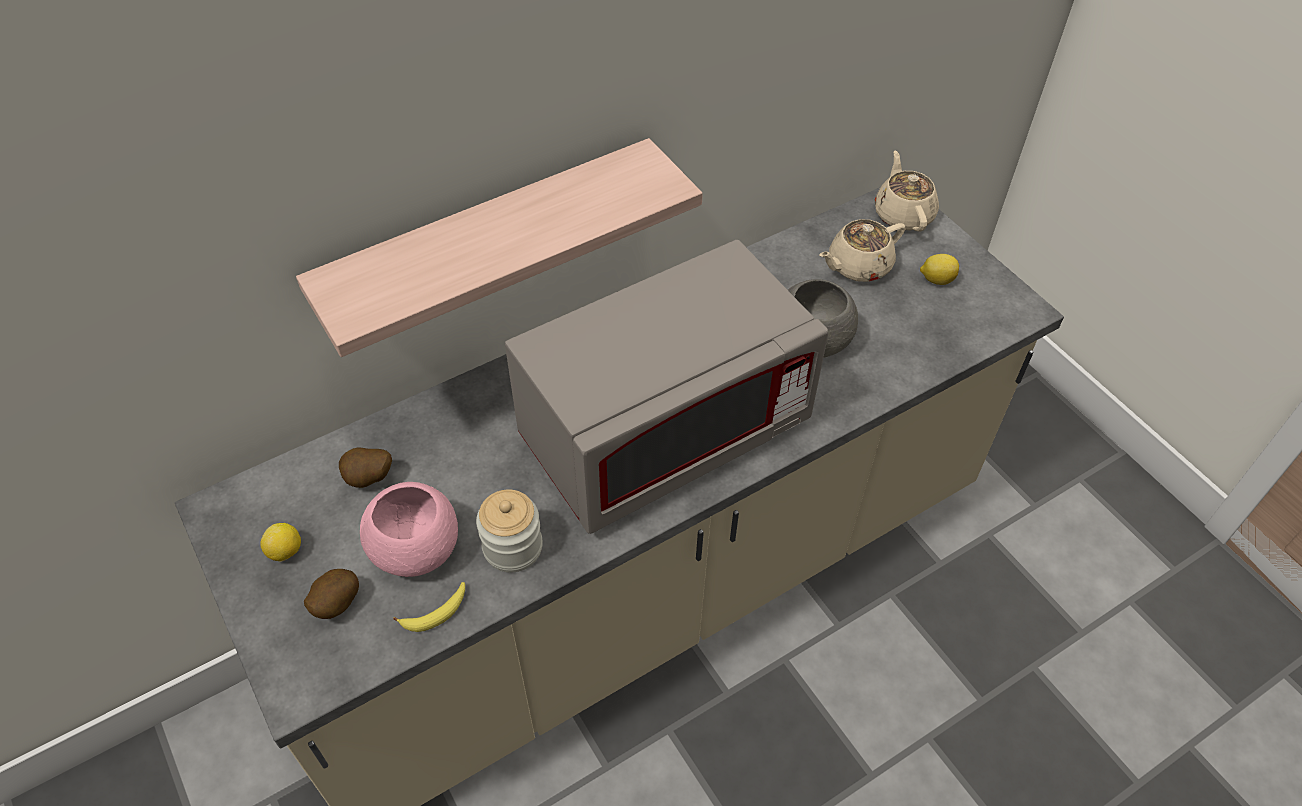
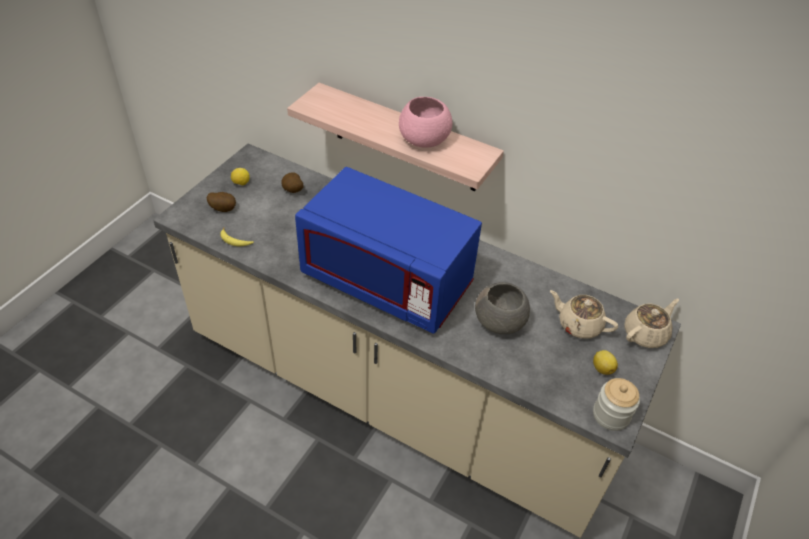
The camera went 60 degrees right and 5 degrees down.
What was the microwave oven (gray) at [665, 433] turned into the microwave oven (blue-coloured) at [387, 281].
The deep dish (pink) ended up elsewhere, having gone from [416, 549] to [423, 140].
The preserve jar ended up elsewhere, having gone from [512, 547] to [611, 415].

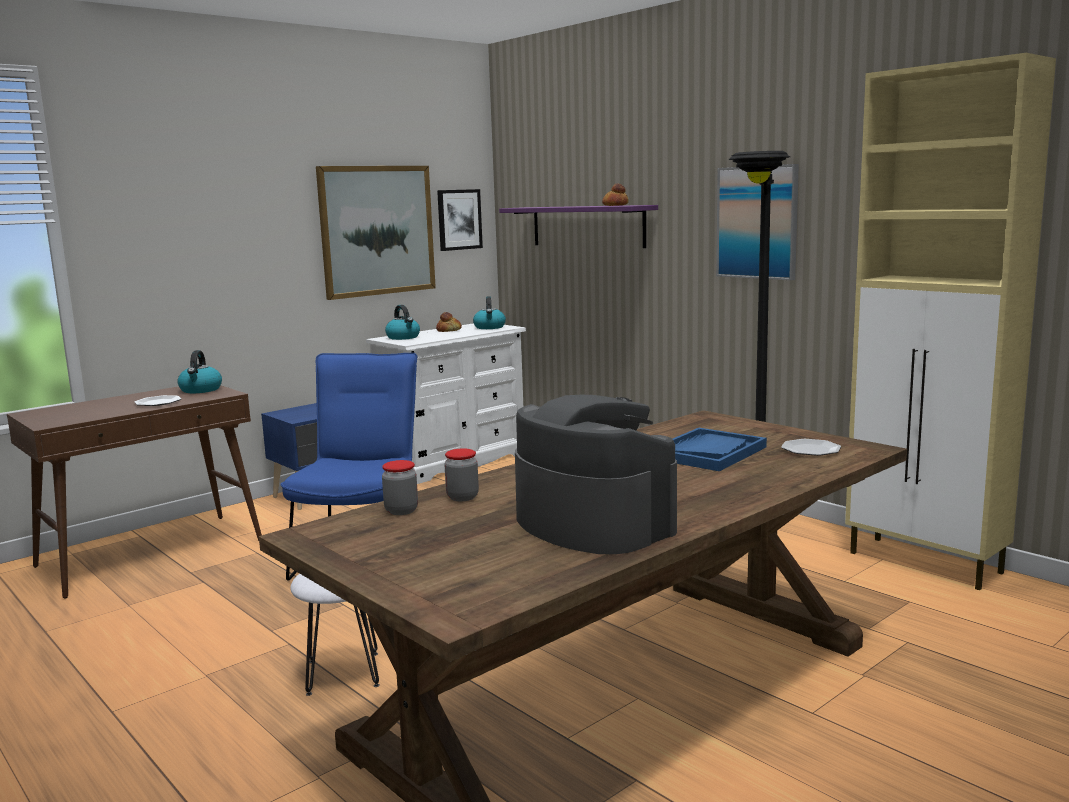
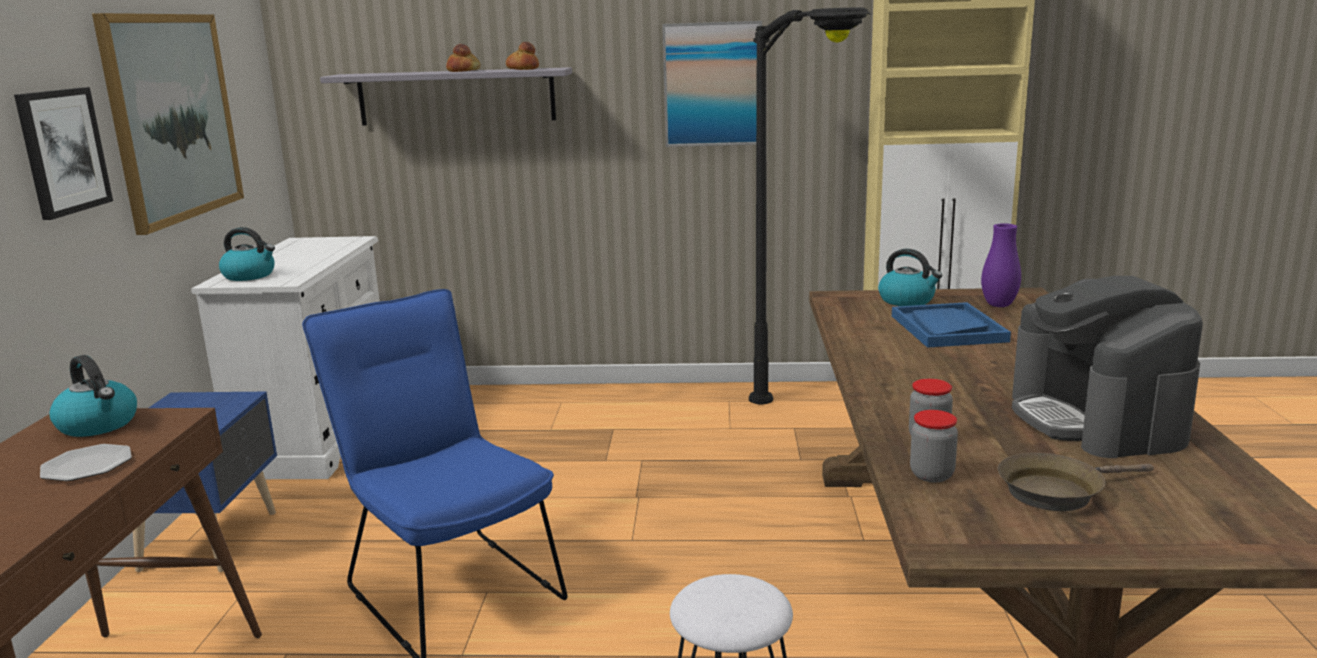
The camera went 45 degrees left and 5 degrees up.
The wall picture ended up elsewhere, having gone from [459, 219] to [62, 151].
What was the shelf (purple-coloured) at [587, 226] turned into the shelf (gray) at [456, 97].
The tea kettle ended up elsewhere, having gone from [489, 327] to [907, 300].
The bakery bread ended up elsewhere, having gone from [449, 330] to [463, 71].
The coffee brewer at [592, 523] ended up facing another way, 105 degrees counterclockwise from before.
Where the flat dish stood at [810, 450], the vase (purple-coloured) came to stand at [999, 305].
The second view gained the pan (brown-coloured) at [1056, 491].

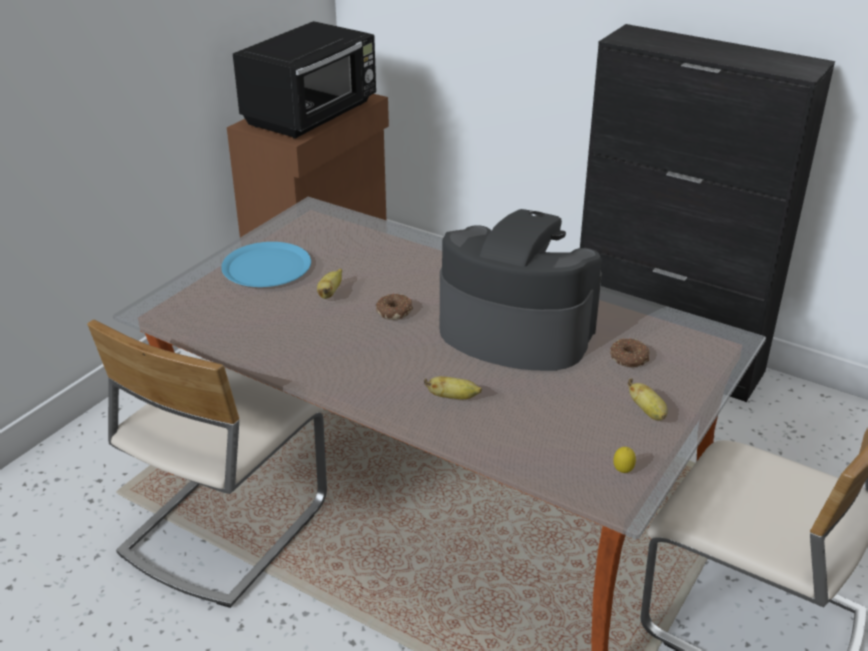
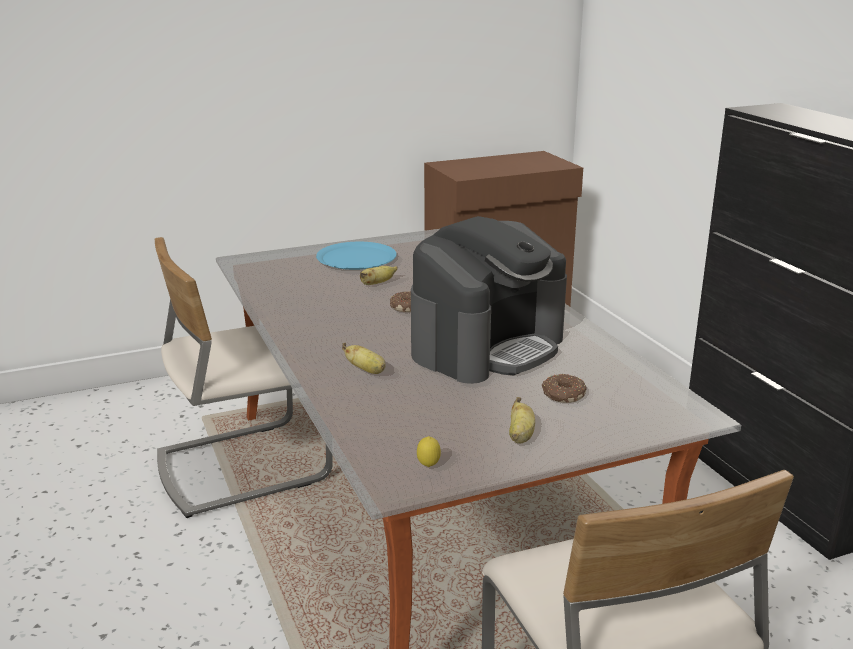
The camera went 35 degrees right and 10 degrees down.
The second view lost the microwave oven (black) at [312, 115].
The coffee brewer at [515, 331] ended up facing another way, 75 degrees clockwise from before.

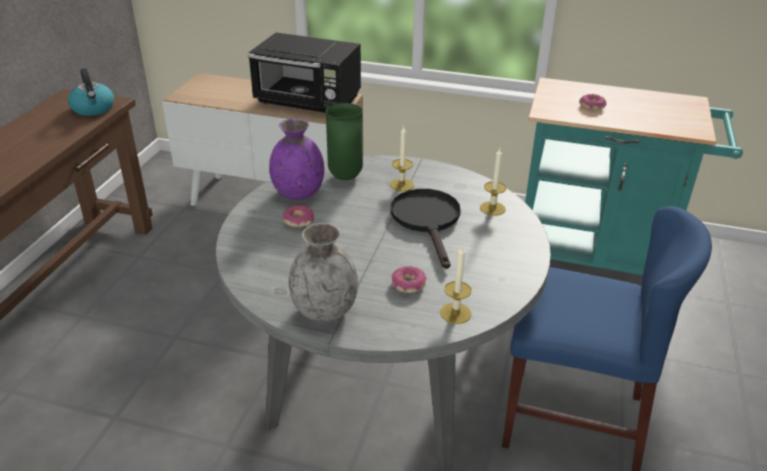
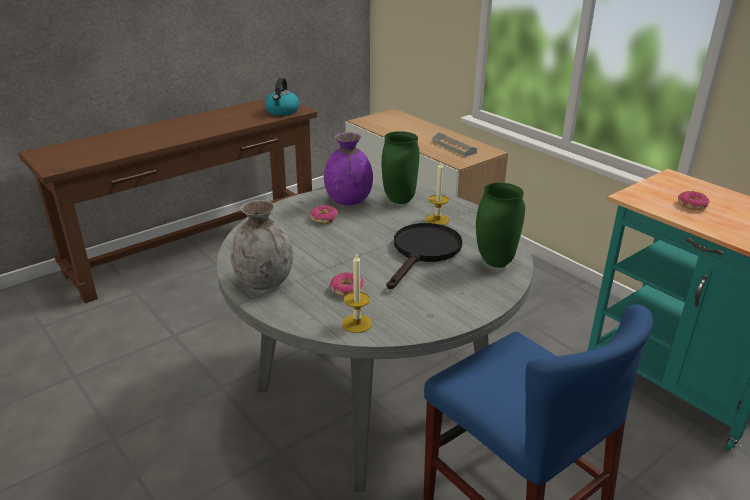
The camera went 35 degrees right and 5 degrees down.
Where the microwave oven (black) stood at [308, 102], the tray (gray) came to stand at [454, 147].
Where the wax candle stood at [492, 208], the vase (greenish) came to stand at [494, 262].

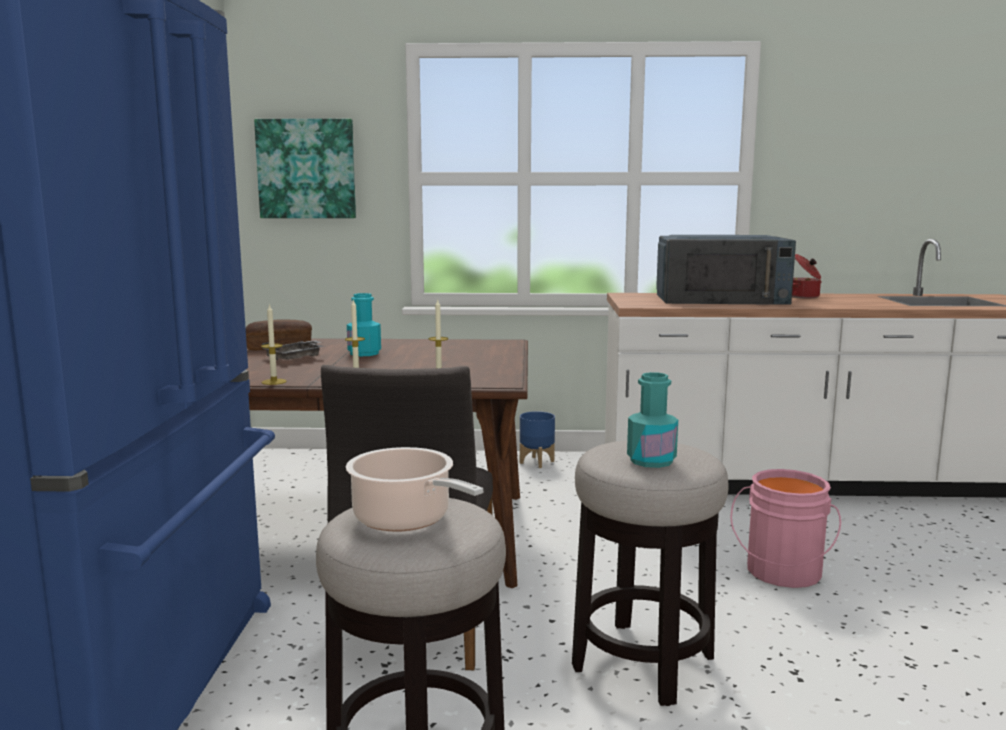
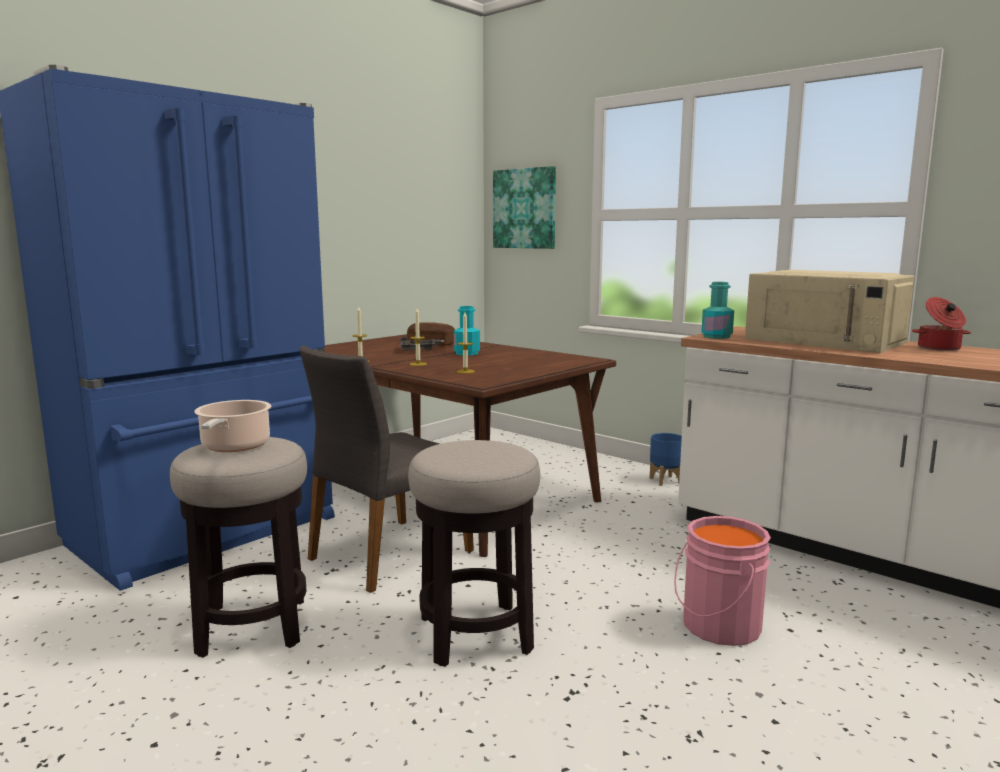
The camera went 40 degrees right and 0 degrees up.
What was the microwave oven (blue-coloured) at [722, 299] turned into the microwave oven (beige-coloured) at [825, 341].
The bottle (turquoise-coloured) ended up elsewhere, having gone from [651, 461] to [716, 336].

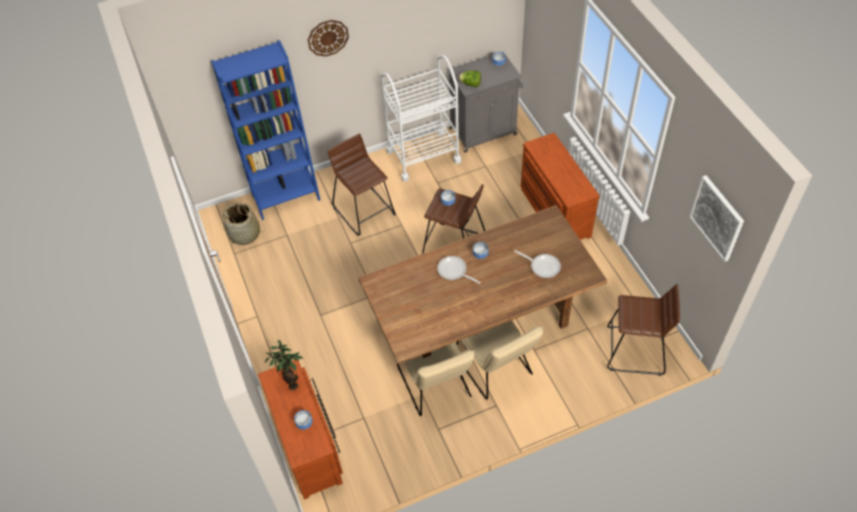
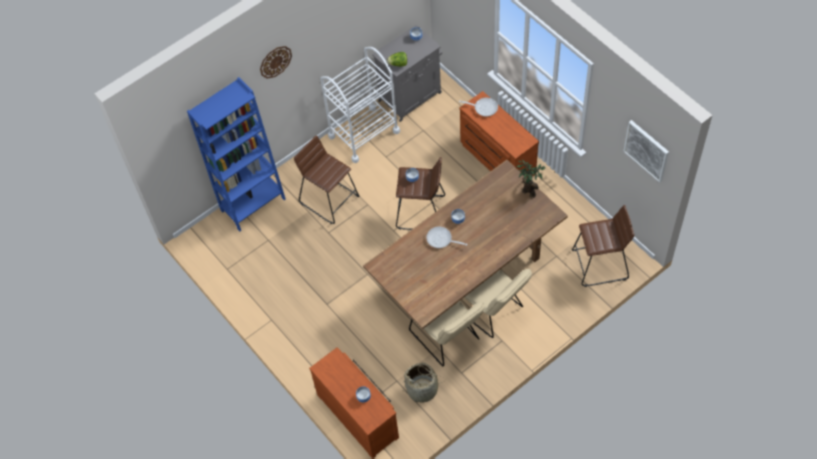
The camera went 15 degrees left and 5 degrees up.
The basket ended up elsewhere, having gone from [245, 234] to [422, 389].
The pan ended up elsewhere, having gone from [542, 266] to [483, 108].
The potted plant ended up elsewhere, having gone from [291, 380] to [528, 191].

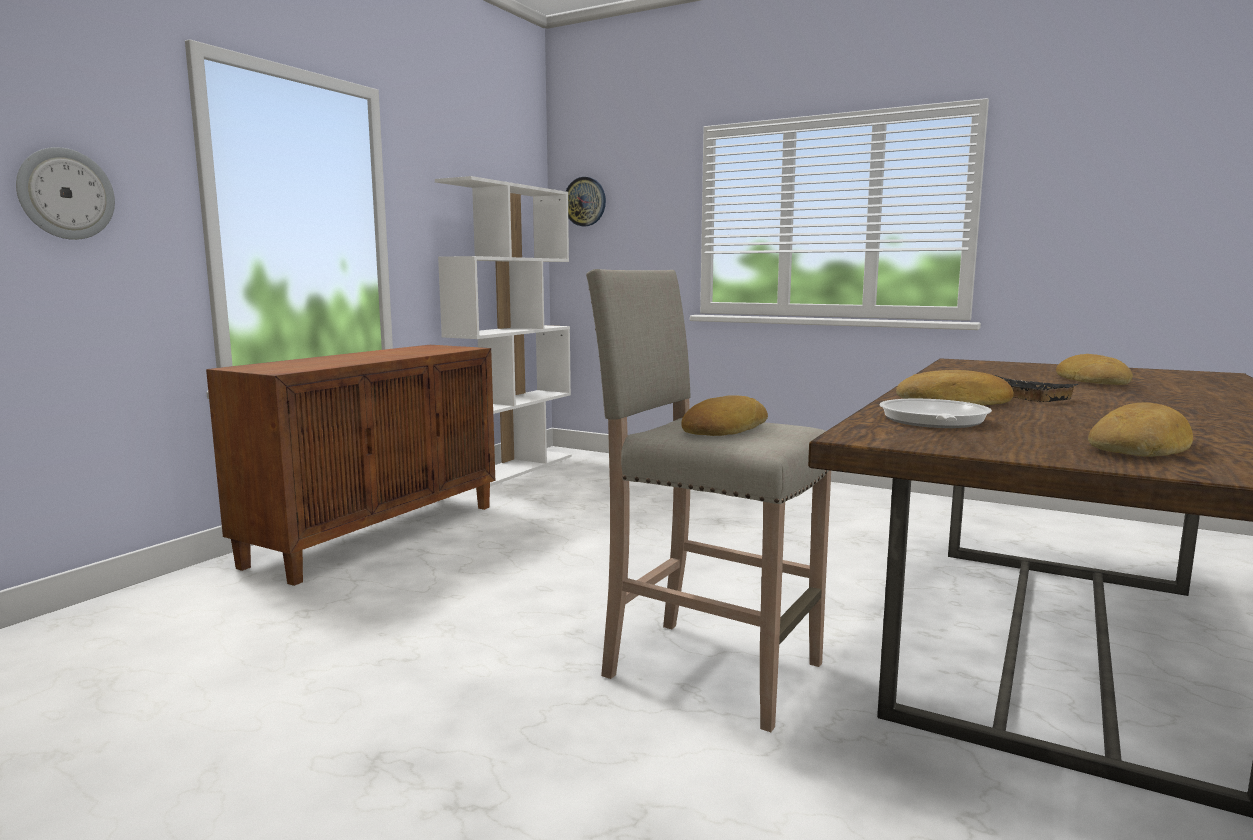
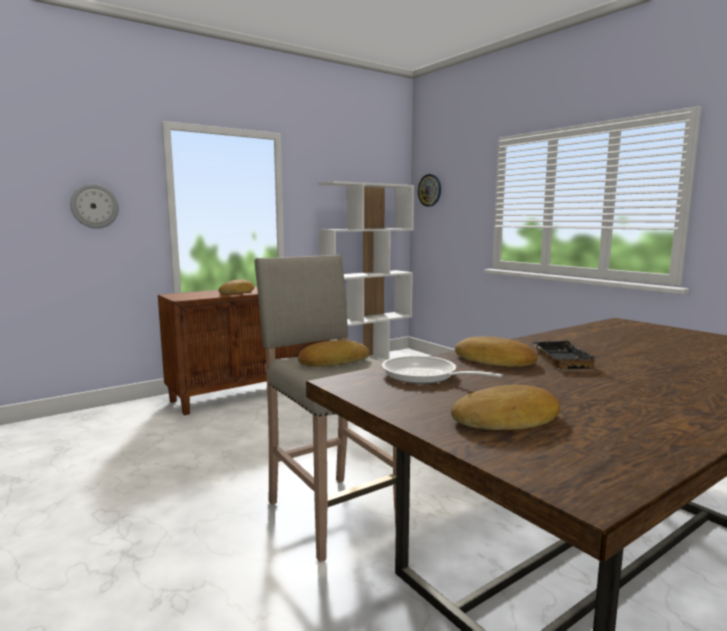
The camera went 25 degrees right and 0 degrees up.
The bakery bread ended up elsewhere, having gone from [1094, 381] to [237, 292].
The pan at [933, 422] ended up facing another way, 90 degrees counterclockwise from before.

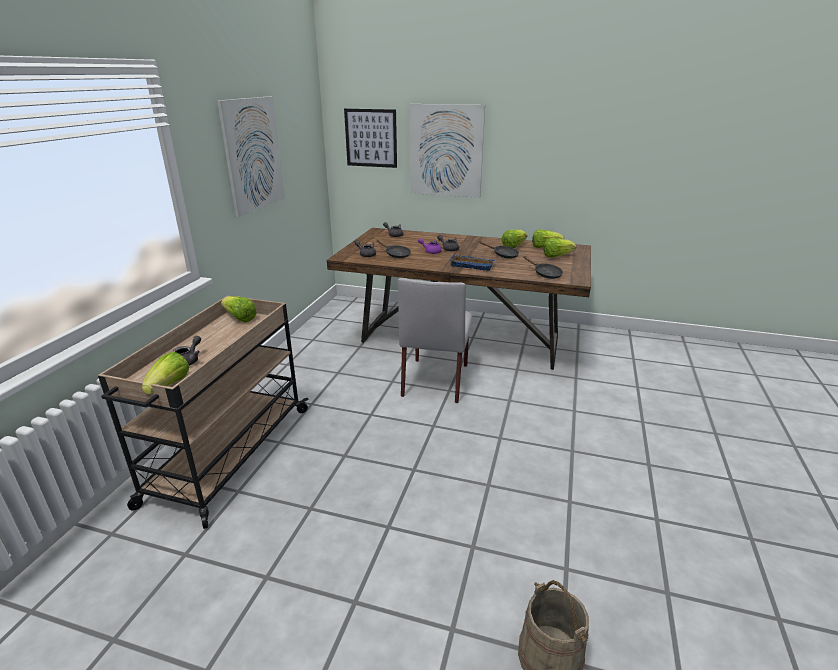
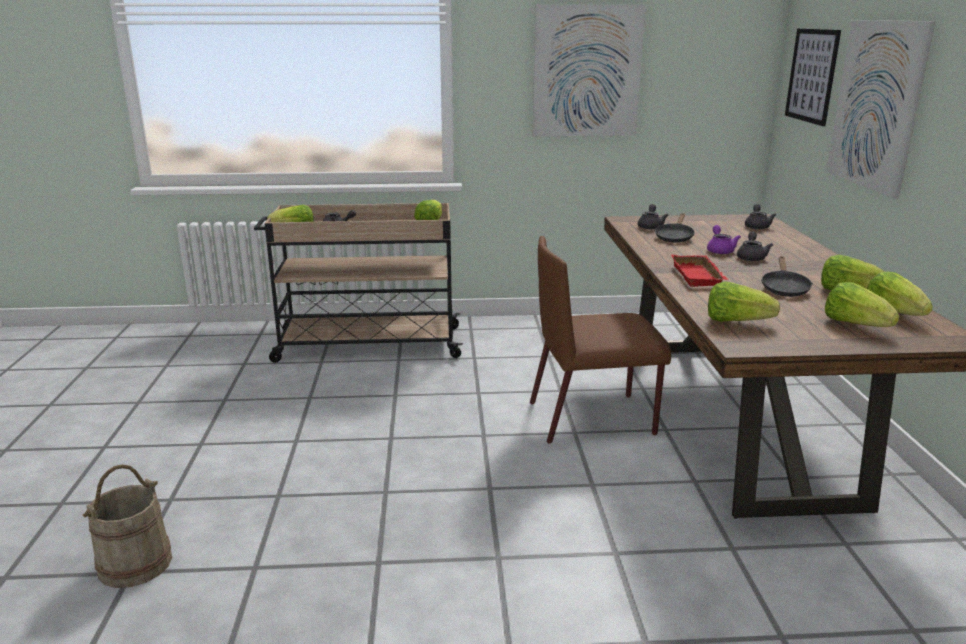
The camera went 70 degrees right and 5 degrees down.
What was the tray (blue-coloured) at [472, 265] turned into the tray (reddish) at [699, 276].
Where the pan (black) stood at [545, 274], the head of lettuce came to stand at [736, 321].
What was the chair (gray) at [435, 379] turned into the chair (brown-coloured) at [593, 418].

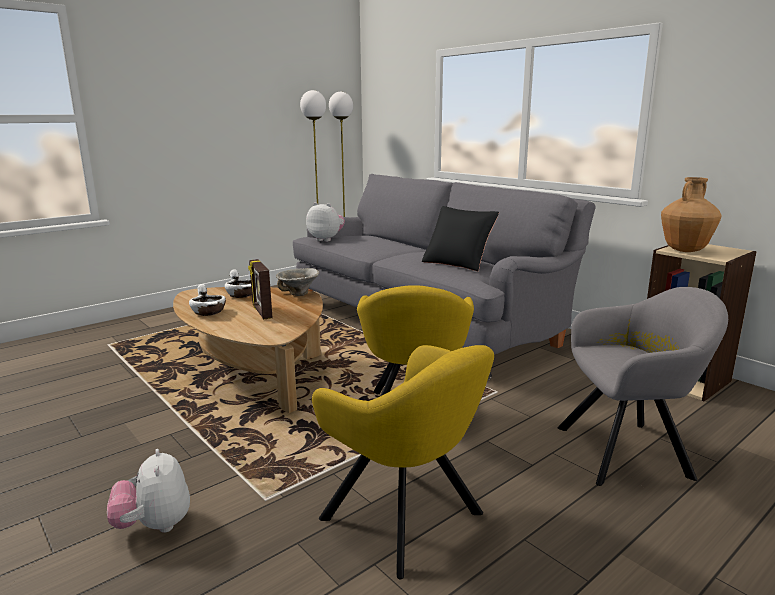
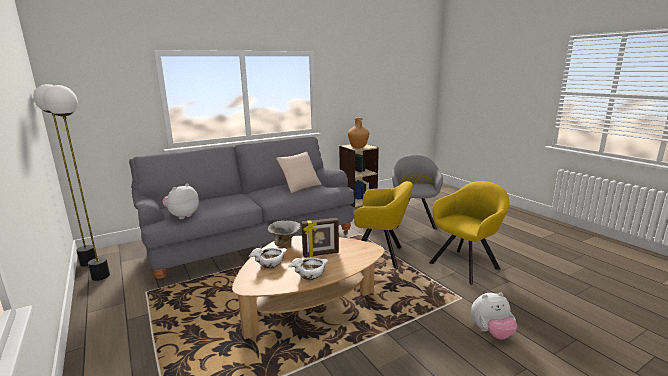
The camera went 80 degrees left and 0 degrees up.
What was the cushion (black) at [458, 263] turned into the cushion (beige-coloured) at [300, 186].

